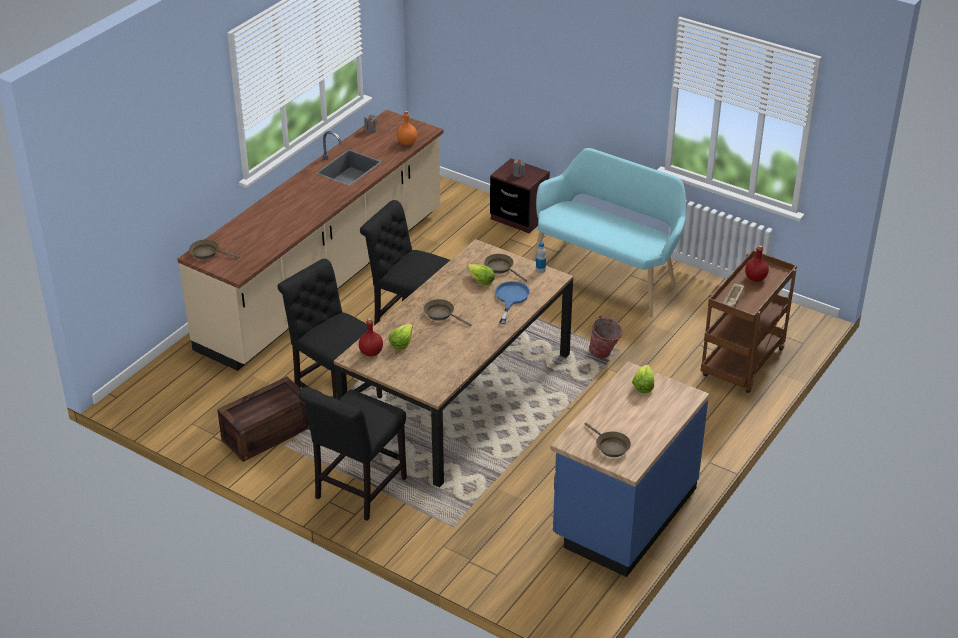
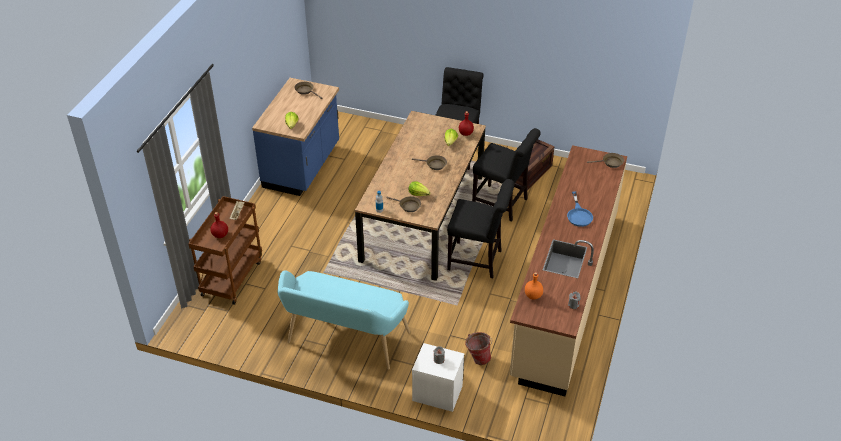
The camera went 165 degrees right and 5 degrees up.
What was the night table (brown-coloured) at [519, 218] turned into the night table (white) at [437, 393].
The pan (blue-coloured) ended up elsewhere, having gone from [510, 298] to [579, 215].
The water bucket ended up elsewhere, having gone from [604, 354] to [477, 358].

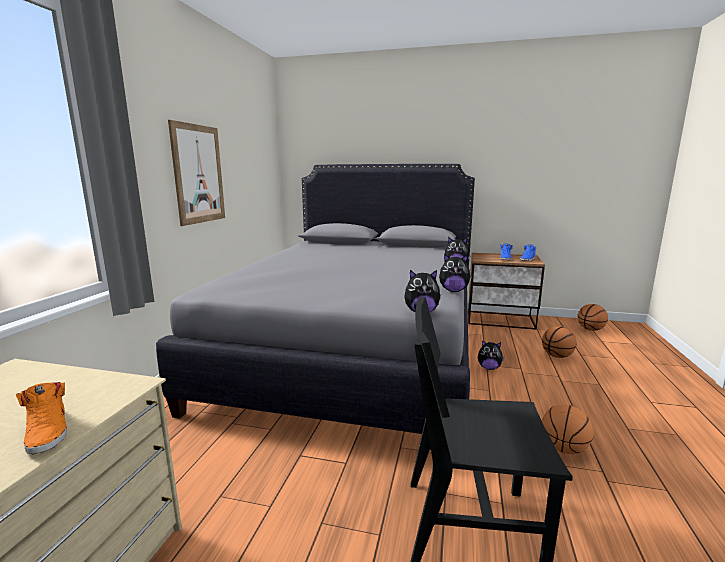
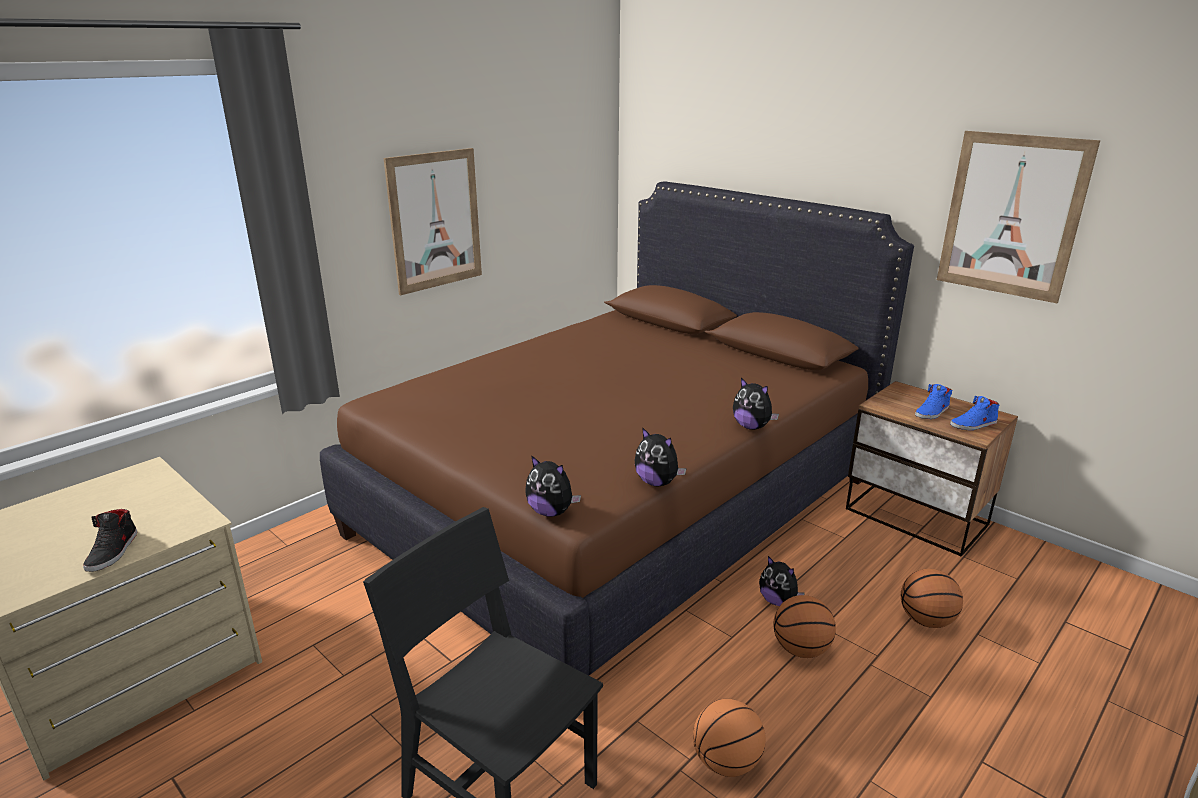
The camera went 30 degrees right and 10 degrees up.
What was the bed (gray) at [355, 349] turned into the bed (brown-coloured) at [618, 505].
The basketball ball ended up elsewhere, having gone from [590, 329] to [800, 649].
What was the item of footwear (orange) at [49, 431] turned into the item of footwear (black) at [113, 551].
The second view gained the wall picture at [1011, 216].

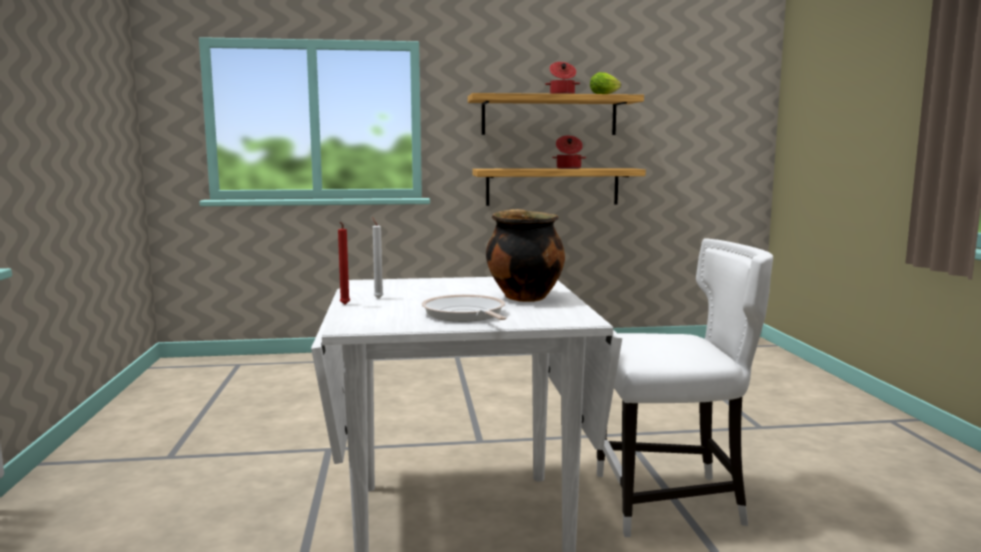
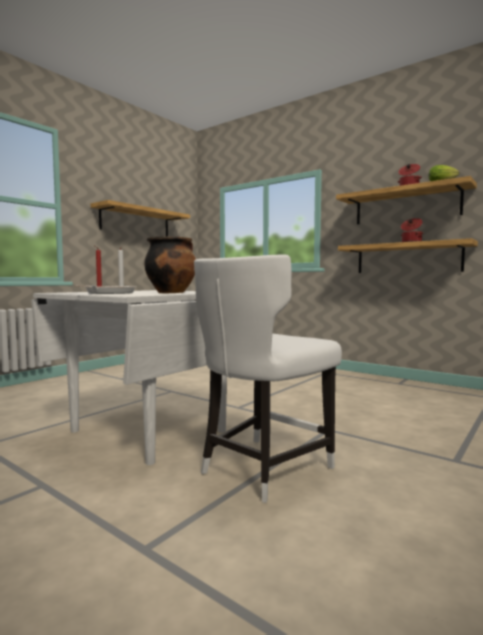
The camera went 45 degrees right and 5 degrees down.
The chair (white) at [672, 502] ended up facing another way, 90 degrees clockwise from before.
The second view gained the shelf at [135, 222].

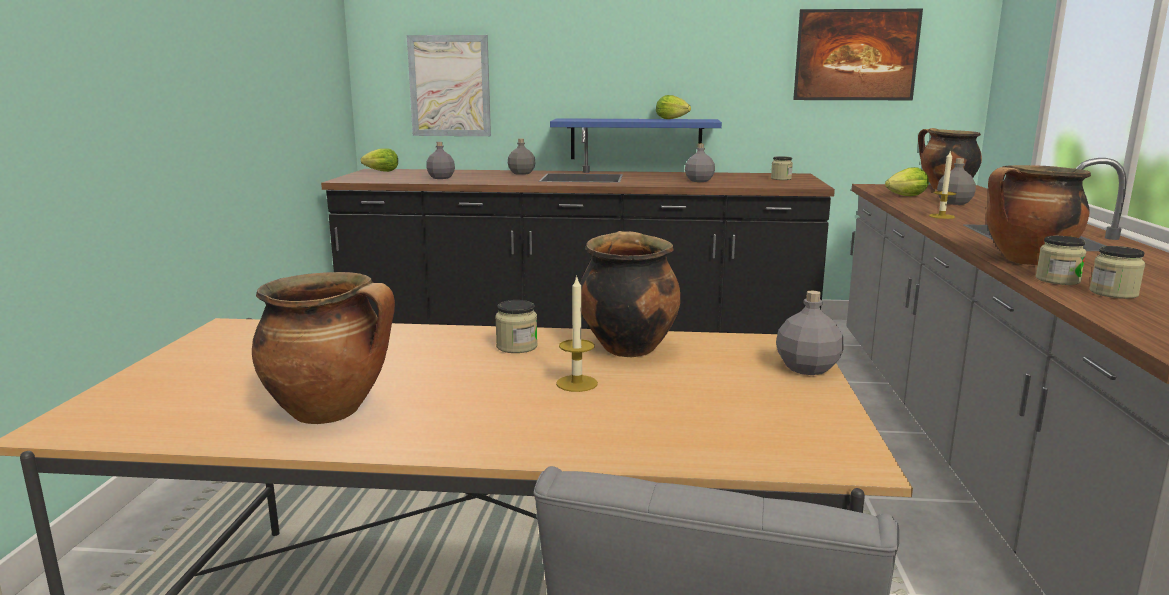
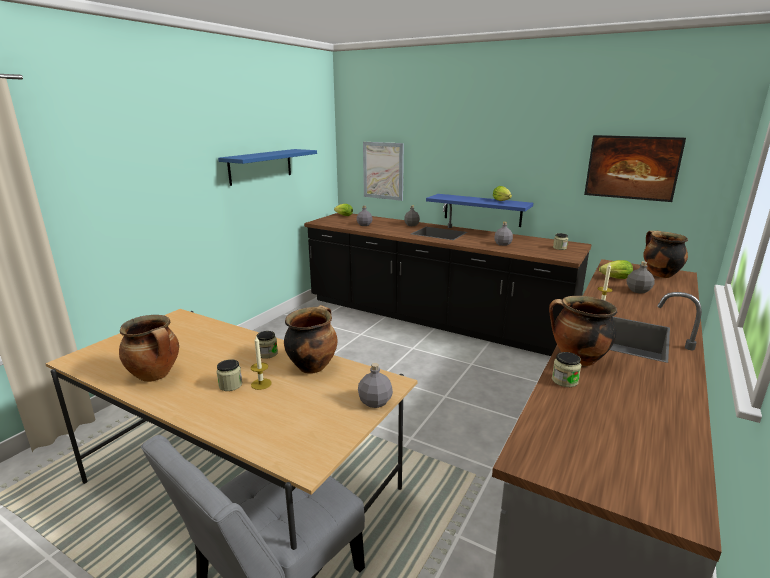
The camera went 25 degrees right and 5 degrees up.
The preserve jar ended up elsewhere, having gone from [1113, 293] to [230, 385].
The second view gained the shelf (blue-coloured) at [260, 166].

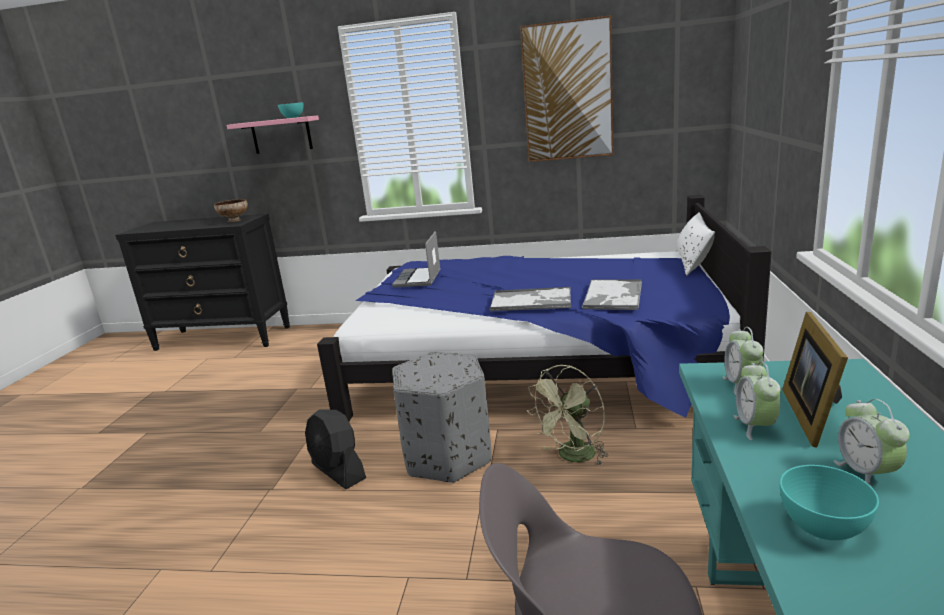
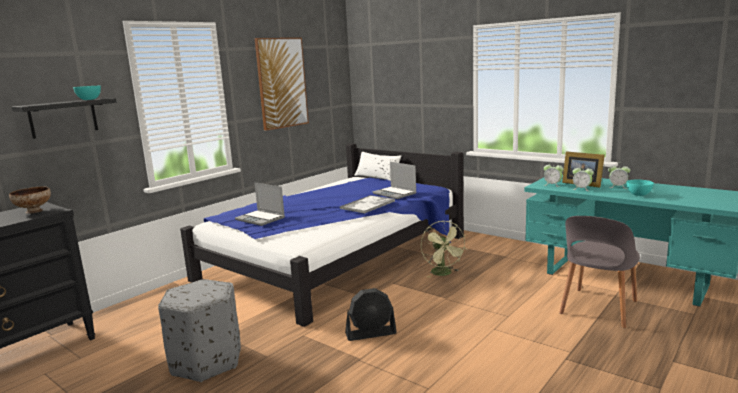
The camera went 60 degrees left and 5 degrees down.
What was the shelf (pink) at [281, 135] turned into the shelf (black) at [63, 118].
Where the tray stood at [613, 296], the notebook computer came to stand at [395, 193].
The ottoman (gray) ended up elsewhere, having gone from [448, 456] to [207, 361].

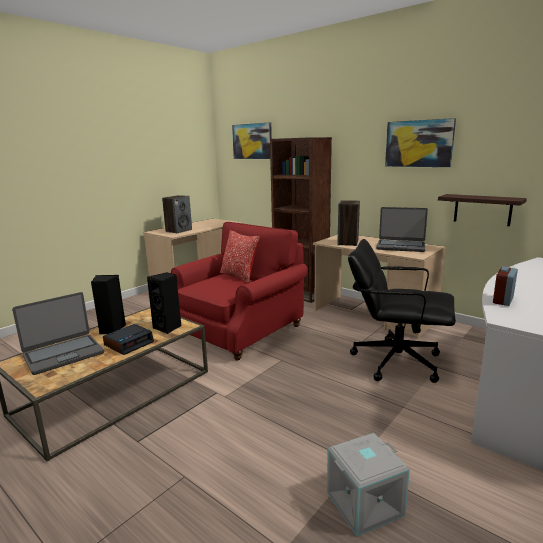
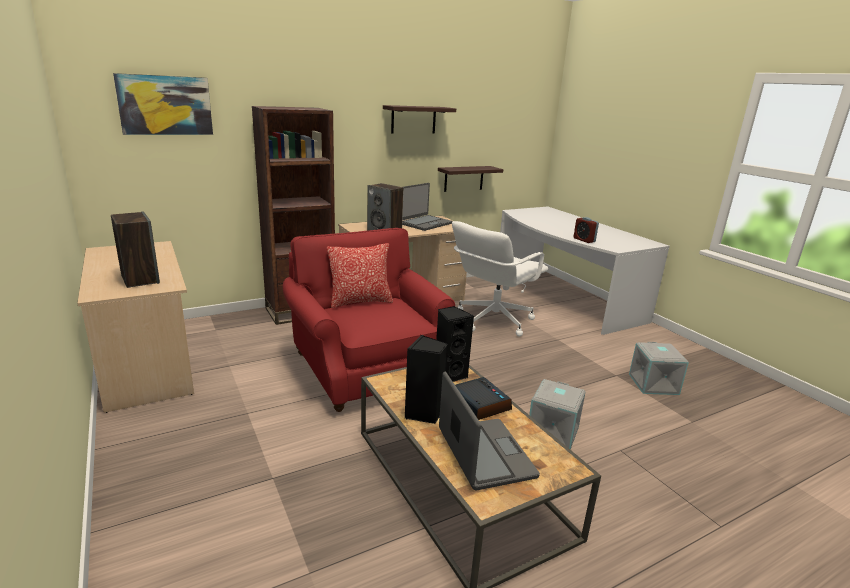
The camera went 70 degrees left and 5 degrees up.
Where the wall picture hung at [419, 143], the shelf came to hang at [413, 119].
What was the computer chair (black) at [395, 361] turned into the computer chair (white) at [493, 320].
The second view gained the storage container (gray) at [553, 432].

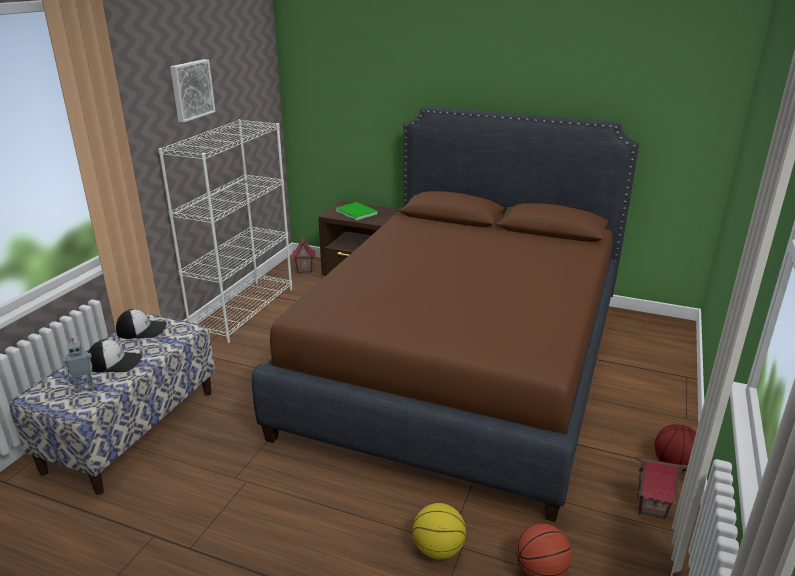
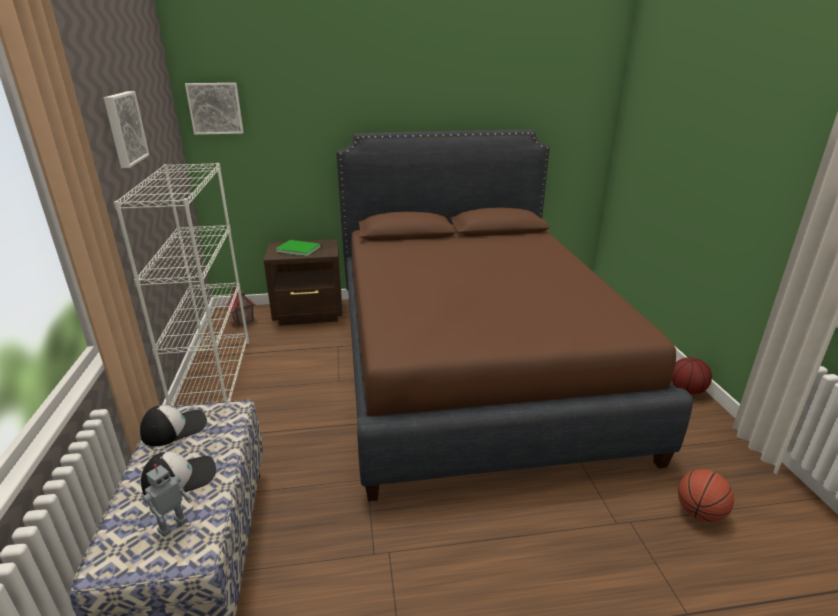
The camera went 30 degrees left and 0 degrees up.
The second view lost the toy house at [651, 508].
The second view lost the basketball ball at [438, 549].
The second view gained the wall picture at [215, 108].

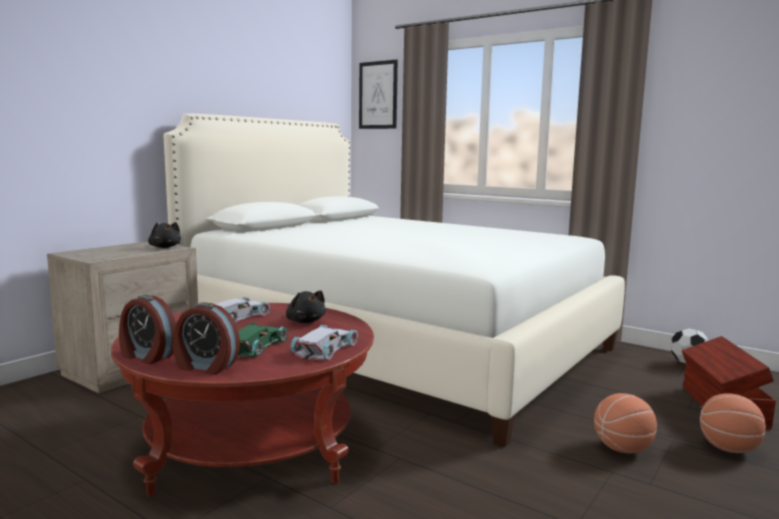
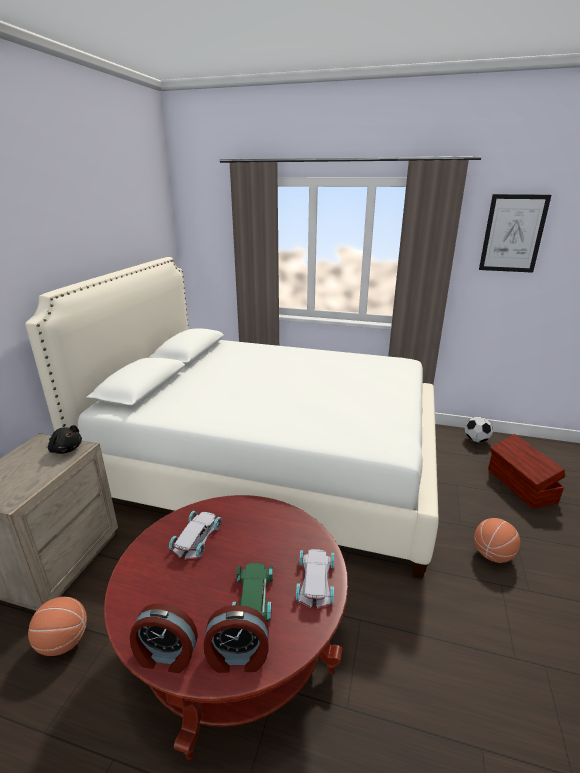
The camera went 20 degrees left and 15 degrees up.
The wall picture ended up elsewhere, having gone from [378, 95] to [513, 234].
The second view lost the soft toy (black) at [305, 321].
The basketball ball ended up elsewhere, having gone from [728, 449] to [64, 642].

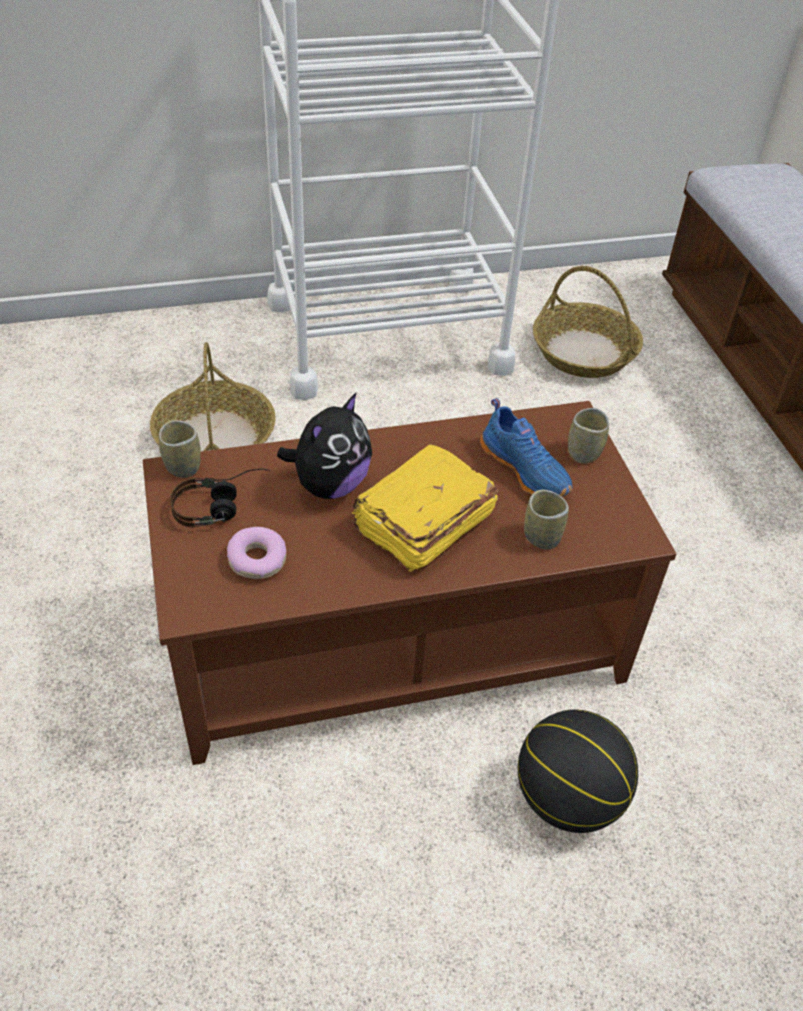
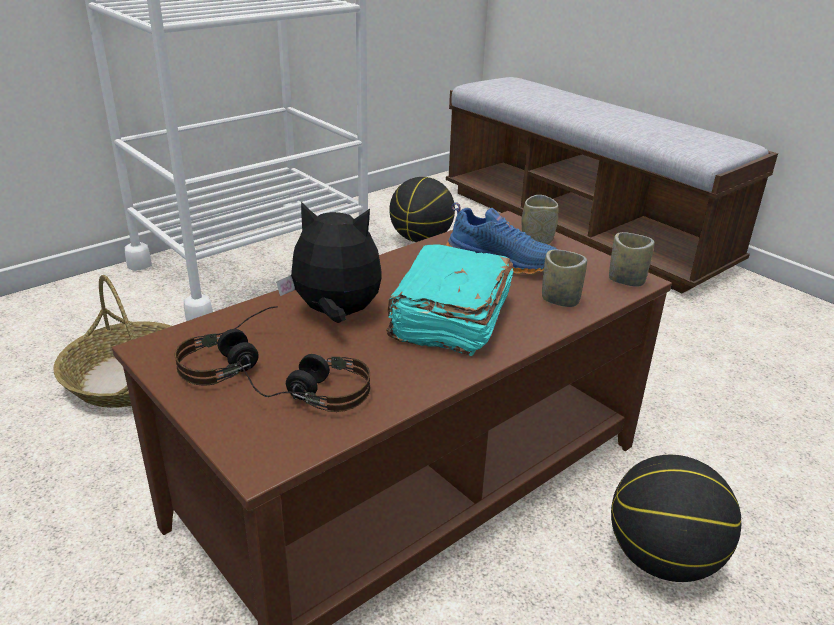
The camera went 25 degrees left and 15 degrees down.
Where the basket stood at [583, 352], the basketball ball came to stand at [420, 239].
The soft toy at [329, 485] ended up facing another way, 90 degrees counterclockwise from before.
The cup ended up elsewhere, having gone from [183, 467] to [626, 280].
What was the book (yellow-coloured) at [421, 524] turned into the book (turquoise-coloured) at [449, 319].
Where the donut stood at [257, 560], the headset came to stand at [308, 393].

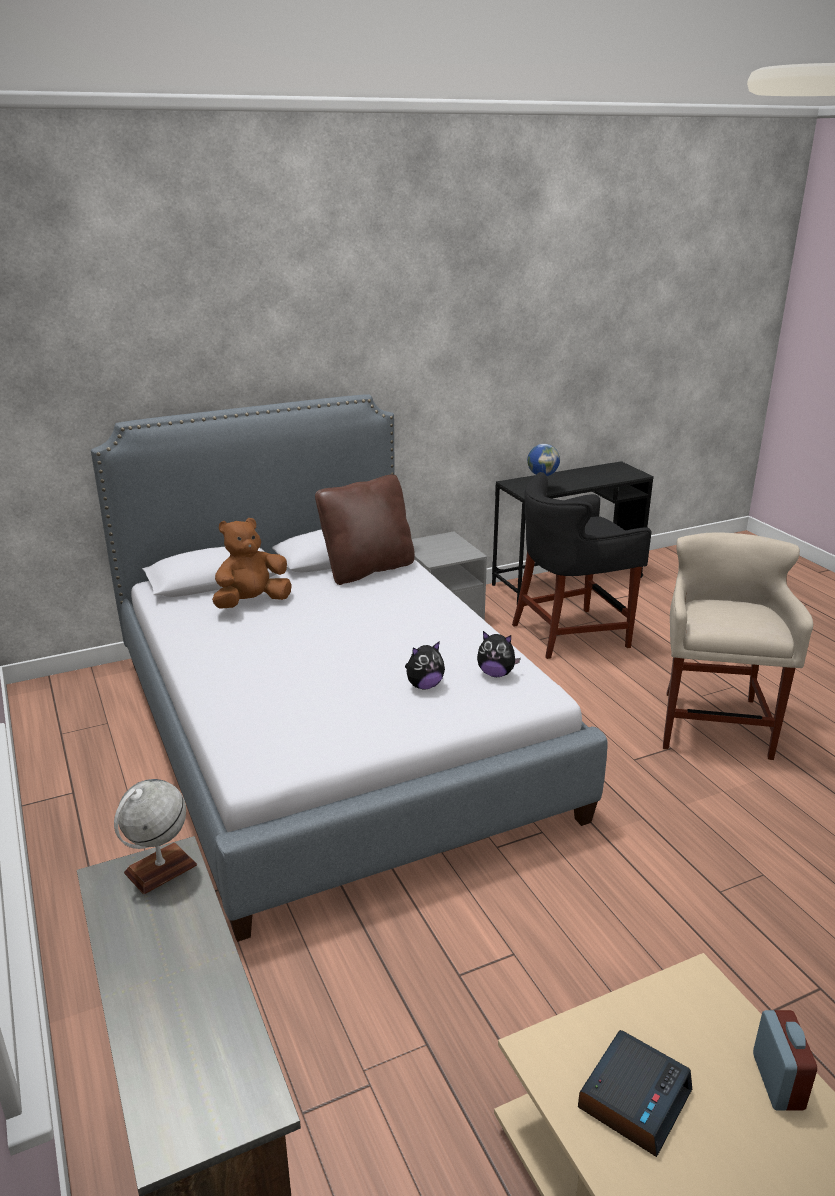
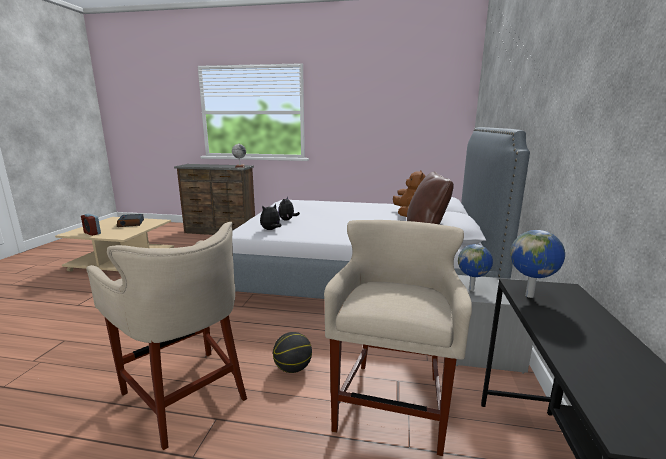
The camera went 125 degrees right and 10 degrees down.
What was the sitting stool (black) at [571, 634] turned into the sitting stool (beige-coloured) at [392, 405].
The second view gained the world globe at [472, 289].
The second view gained the basketball ball at [293, 368].

